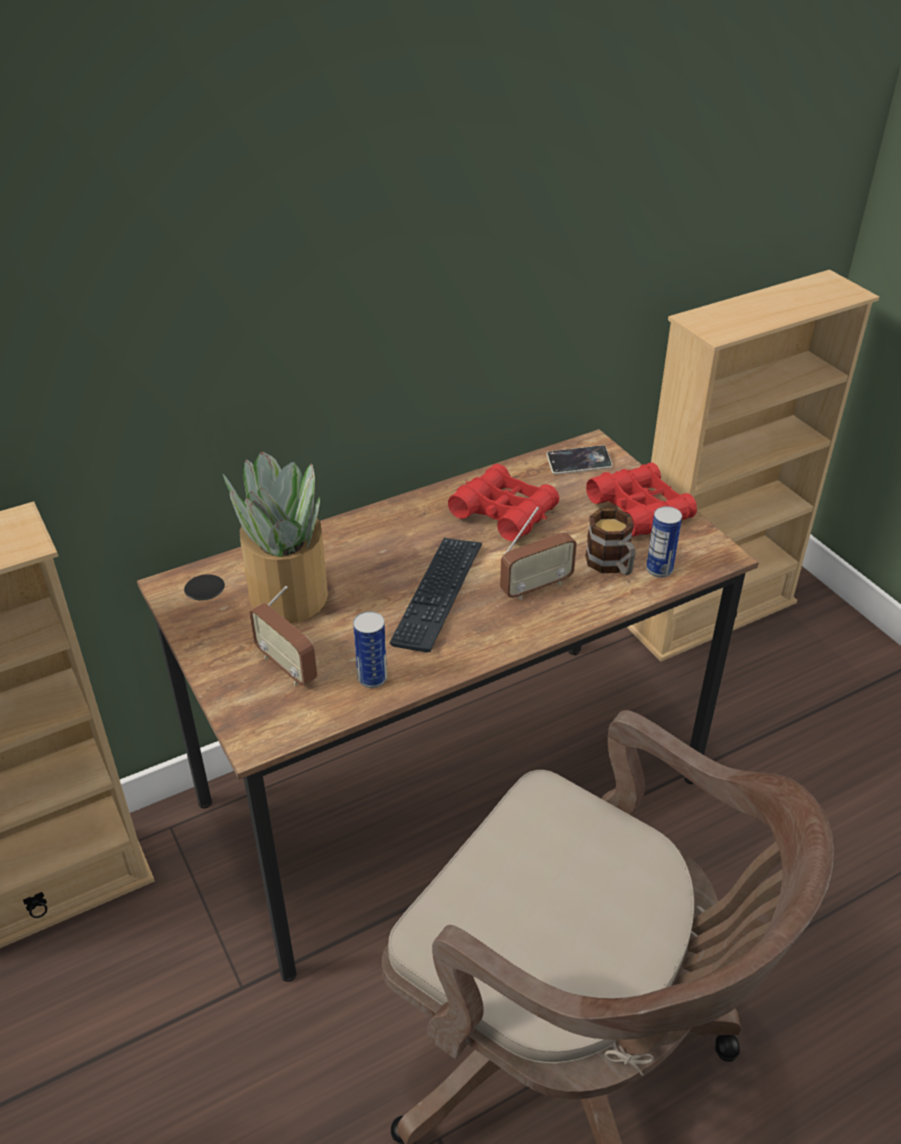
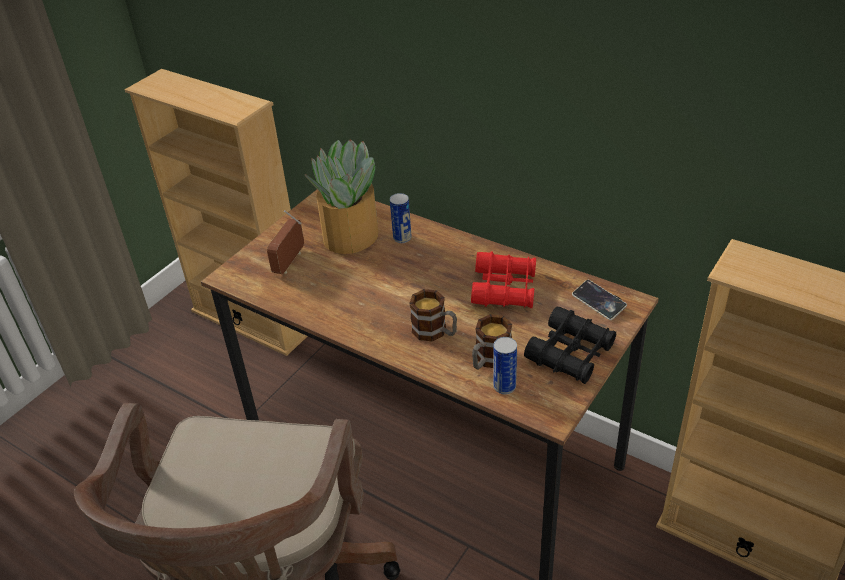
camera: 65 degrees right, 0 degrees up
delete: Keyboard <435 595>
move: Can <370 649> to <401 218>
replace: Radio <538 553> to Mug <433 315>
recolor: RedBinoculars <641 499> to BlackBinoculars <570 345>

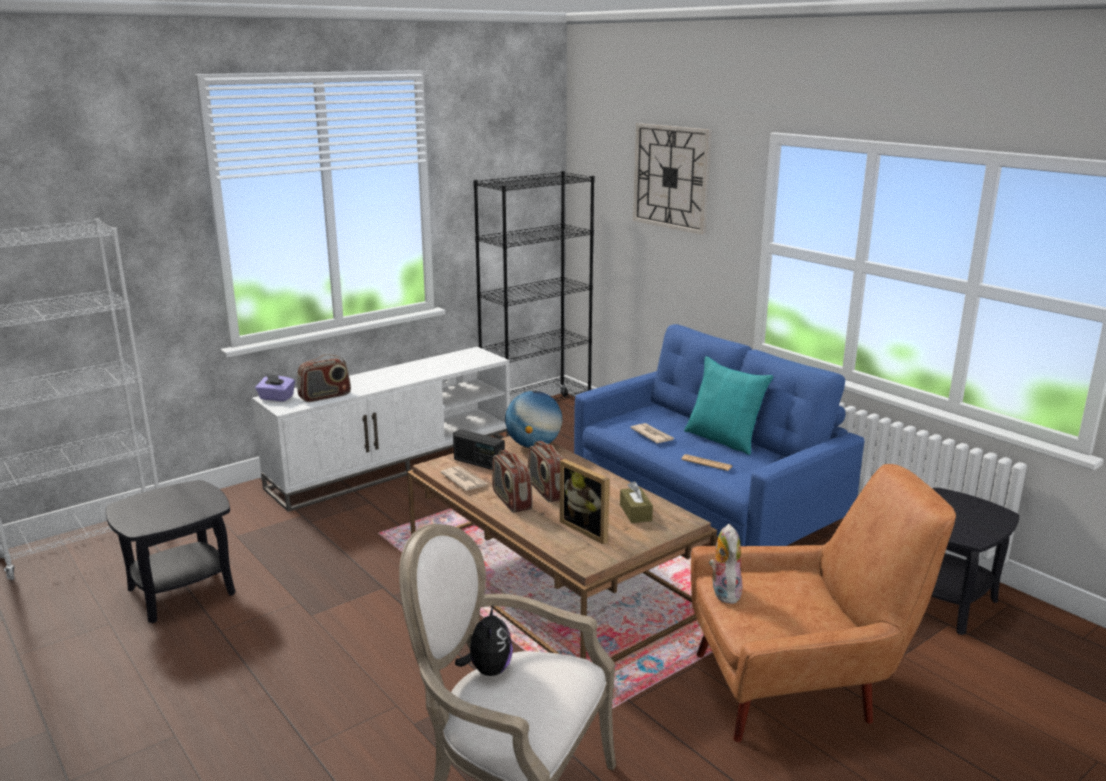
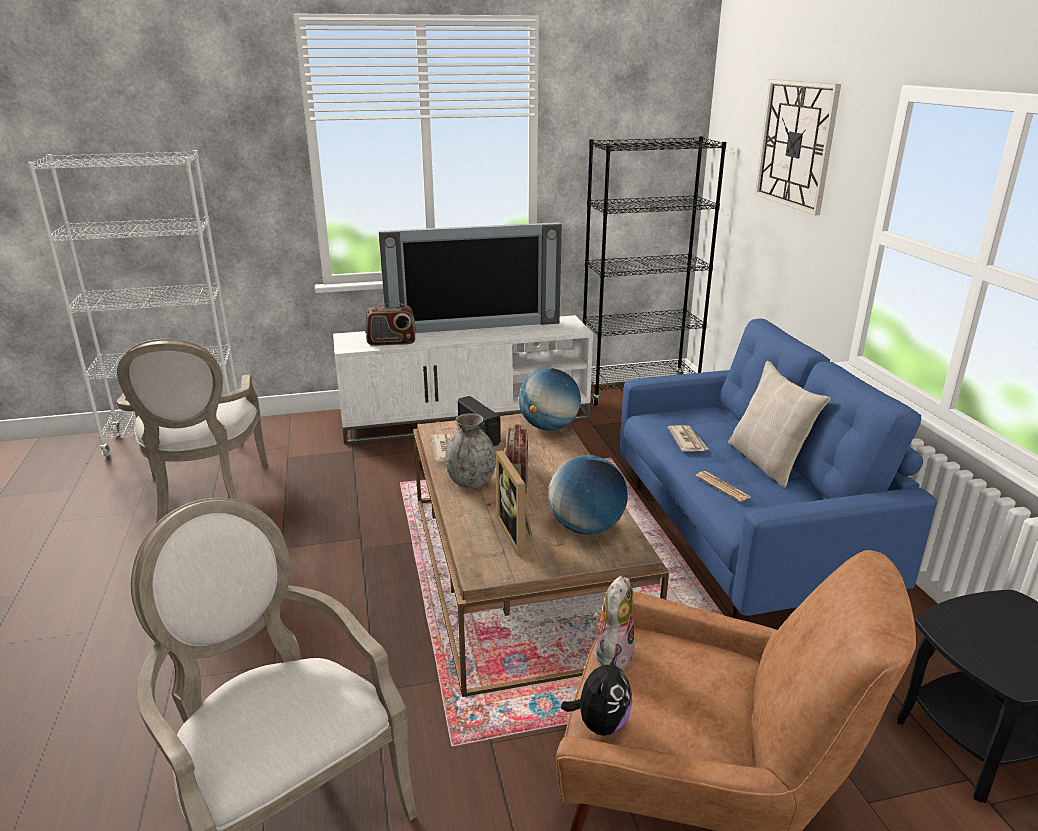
camera: 25 degrees right, 5 degrees up
delete: PurpleTissueBox <275 388>
insert: Television <470 277>
move: PlushToy <484 640> to <596 694>
replace: BlackSideTable <171 551> to Armchair <192 431>; Radio <512 481> to GreyVase <470 450>; BrownTissueBox <636 502> to Globe <588 495>
recolor: TurquoisePillow <728 405> to BeigePillow <779 424>

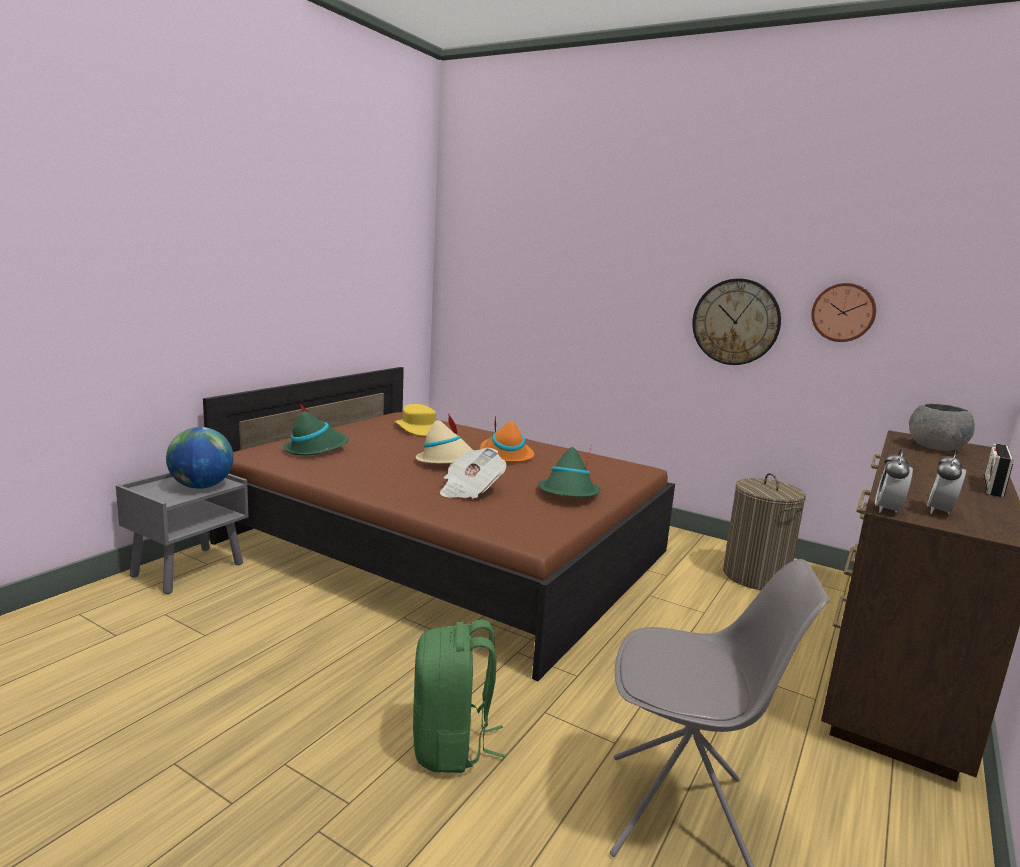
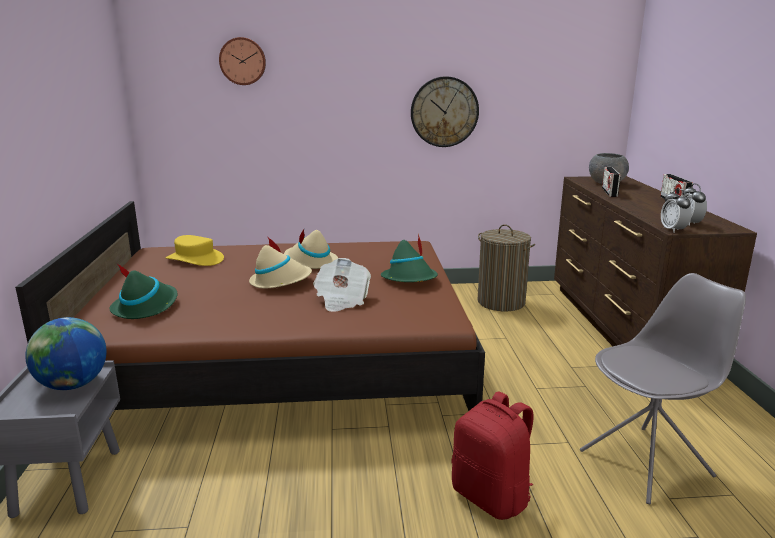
camera: 35 degrees left, 5 degrees up
insert: Radio <611 182>
move: WallClock <843 312> to <242 61>
recolor: GreenBackpack <459 696> to RedBackpack <493 456>; OrangeHat <507 439> to BeigeHat <311 249>

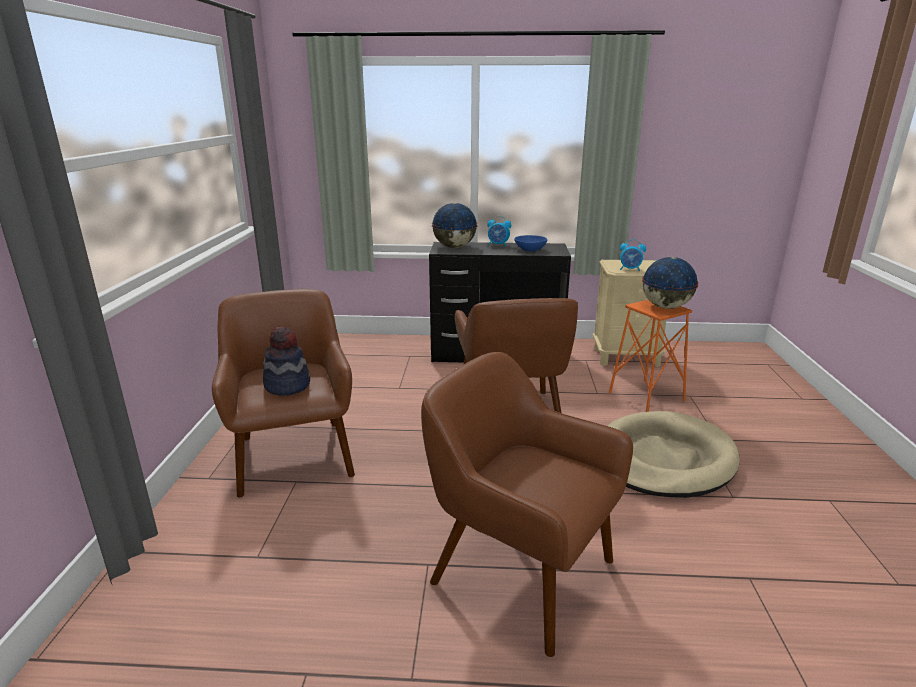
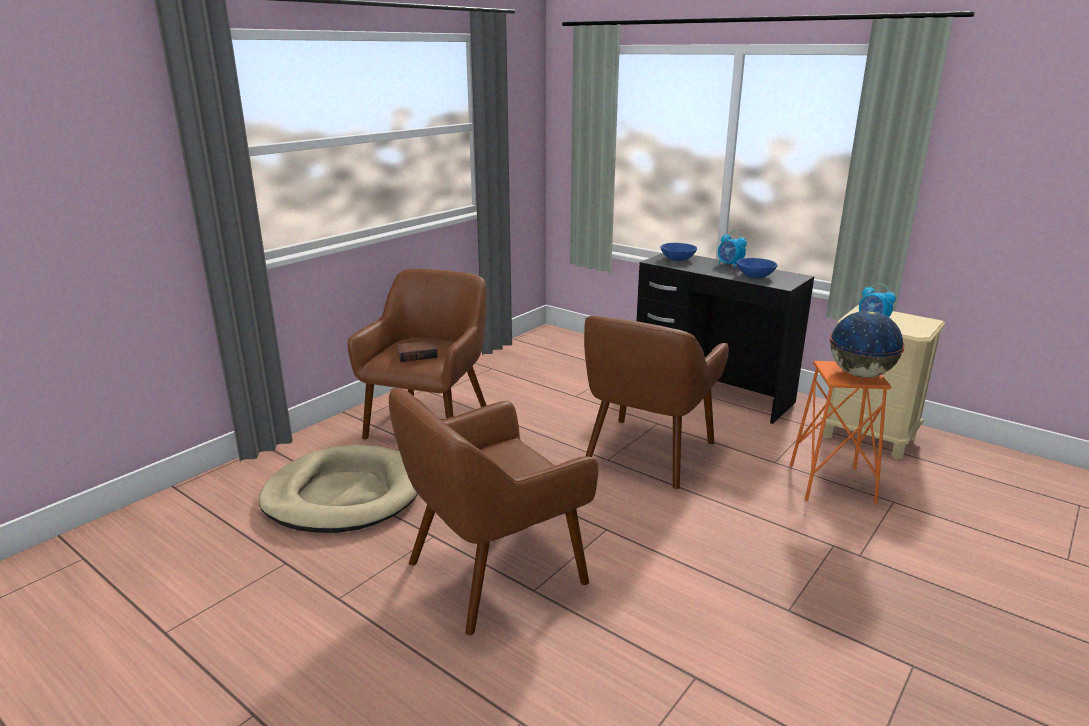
camera: 35 degrees right, 0 degrees up
move: BeigeDogBed <673 454> to <338 489>
replace: Hat <286 361> to Book <417 351>; Globe <455 225> to BlueBowl <679 252>
rotate: BrownArmchair <527 504> = <493 512> 105 degrees counterclockwise

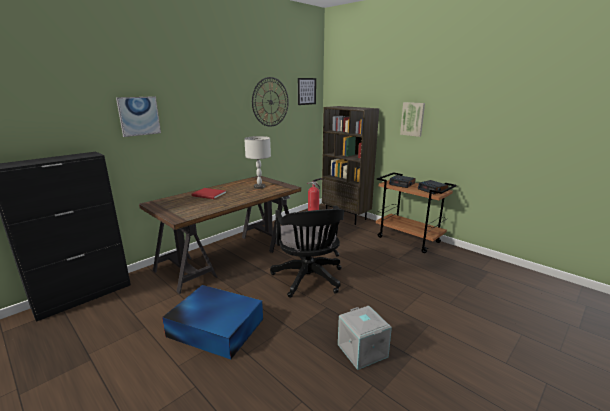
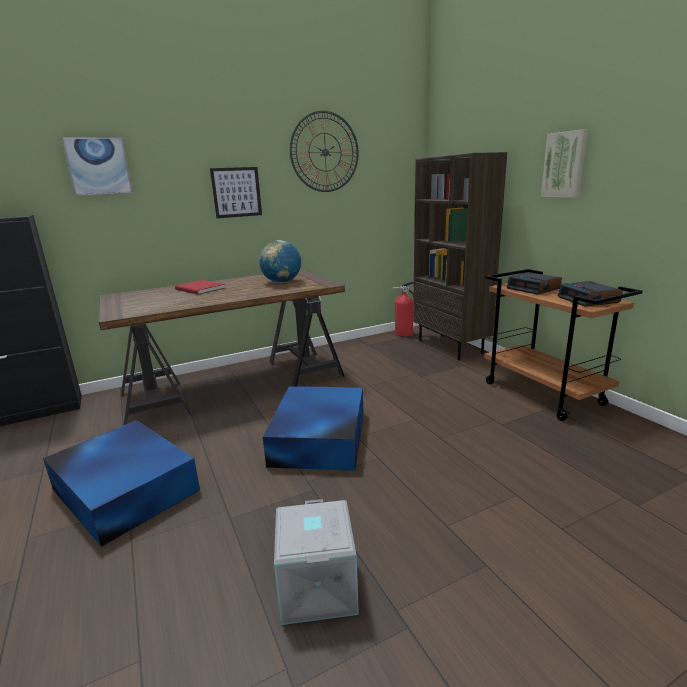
camera: 20 degrees right, 0 degrees up
move: Picture <307 91> to <236 192>
replace: GreyTableLamp <257 162> to Globe <280 261>; BlackOfficeChair <307 252> to BlueStorageBox <313 428>

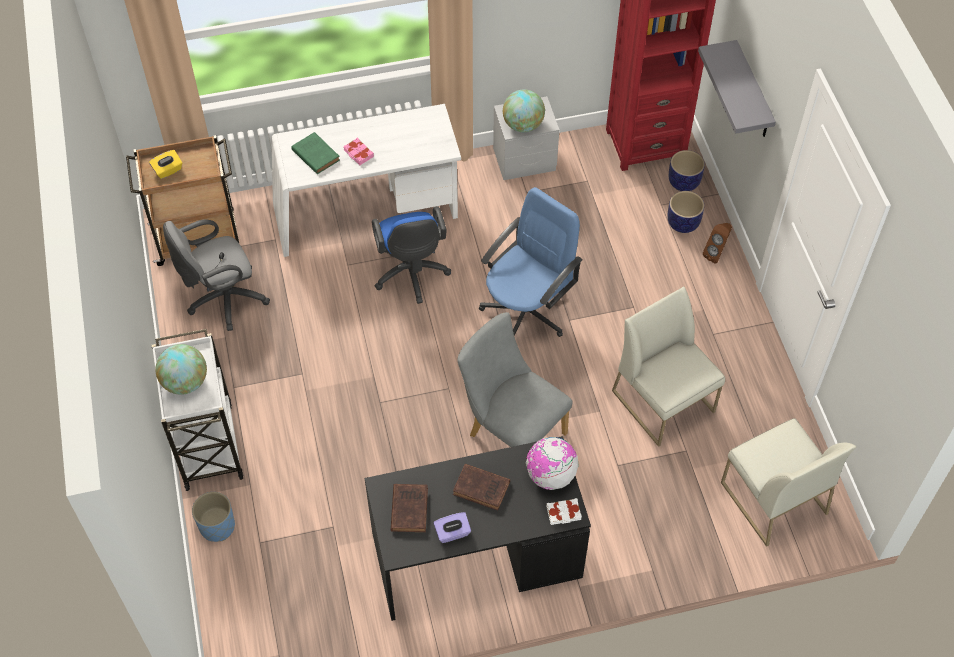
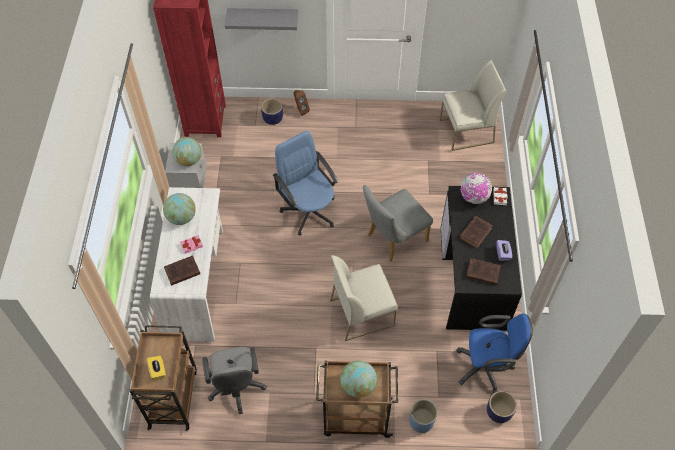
camera: 75 degrees left, 0 degrees up
insert: Globe <179 209>
move: BlueOfficeChair <411 255> to <494 353>; WhiteChair <668 366> to <364 298>; Planter <687 170> to <502 407>
recolor: WhiteCart <197 410> to BrownCart <357 399>; GreenBook <315 153> to BrownBook <182 270>

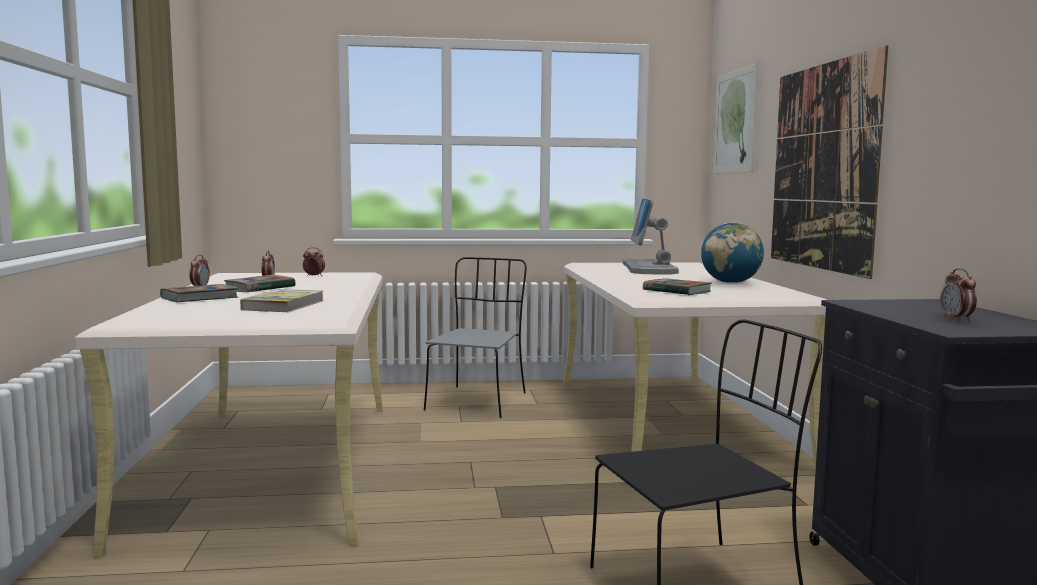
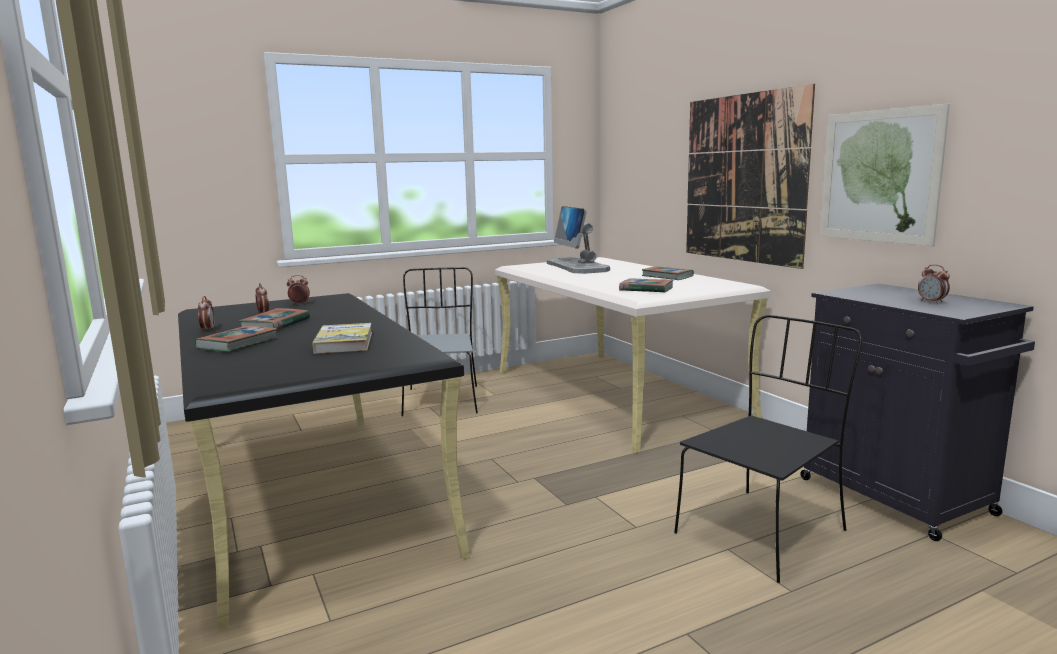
camera: 20 degrees left, 5 degrees up
move: Picture <736 117> to <885 175>
replace: Globe <732 253> to Book <668 273>
recolor: BeigeDesk <228 415> to BlackDesk <324 461>

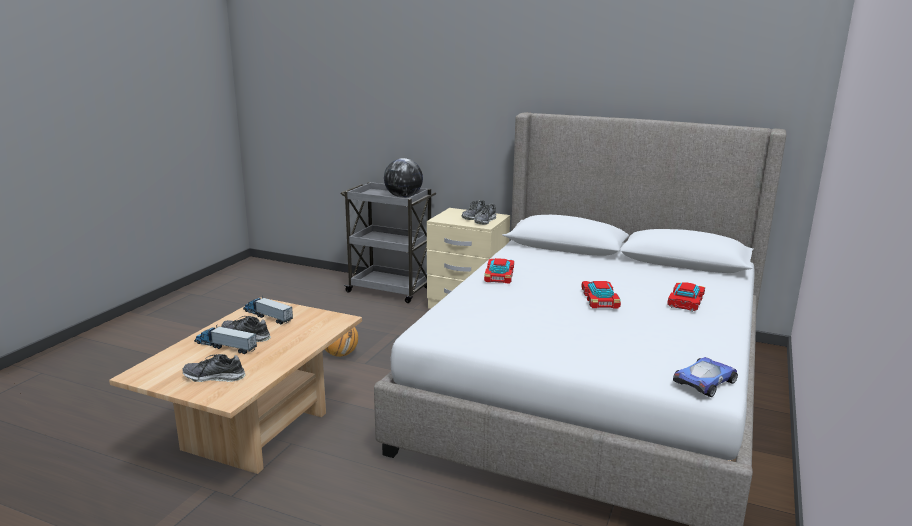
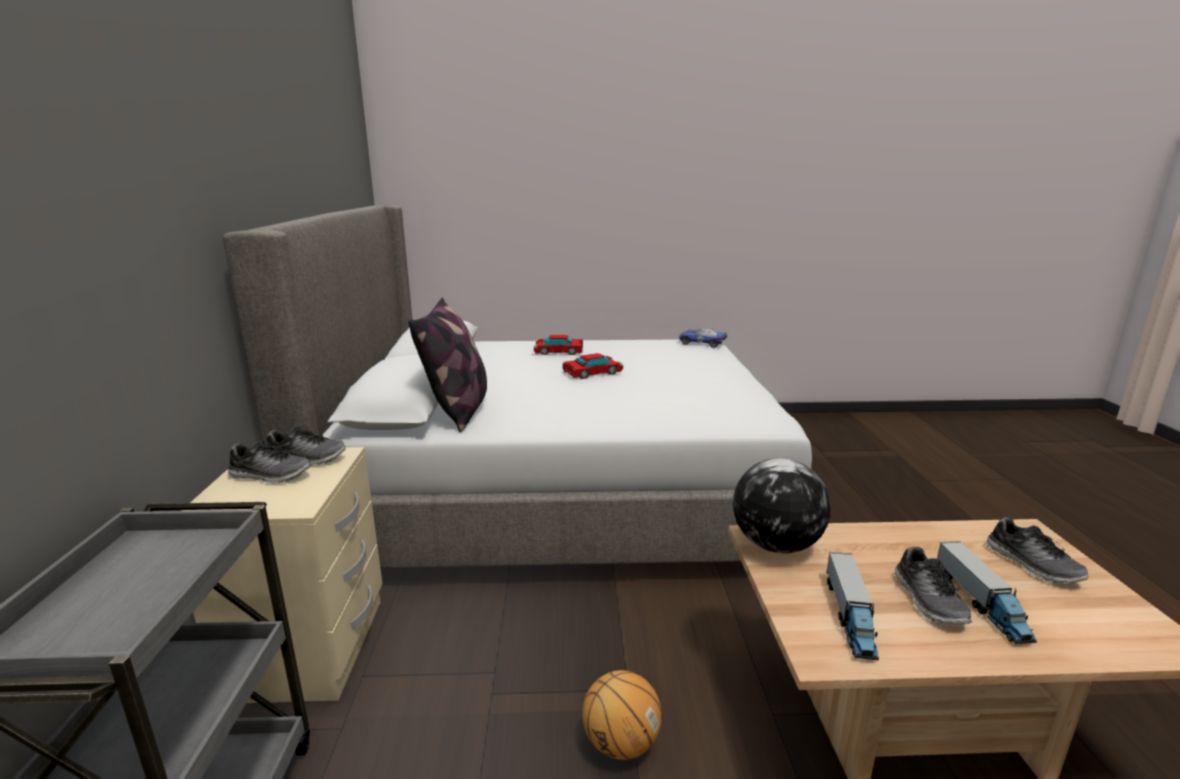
camera: 115 degrees left, 0 degrees up
delete: ToyCar <499 270>
insert: Pillow <447 365>
move: Globe <403 178> to <782 506>

